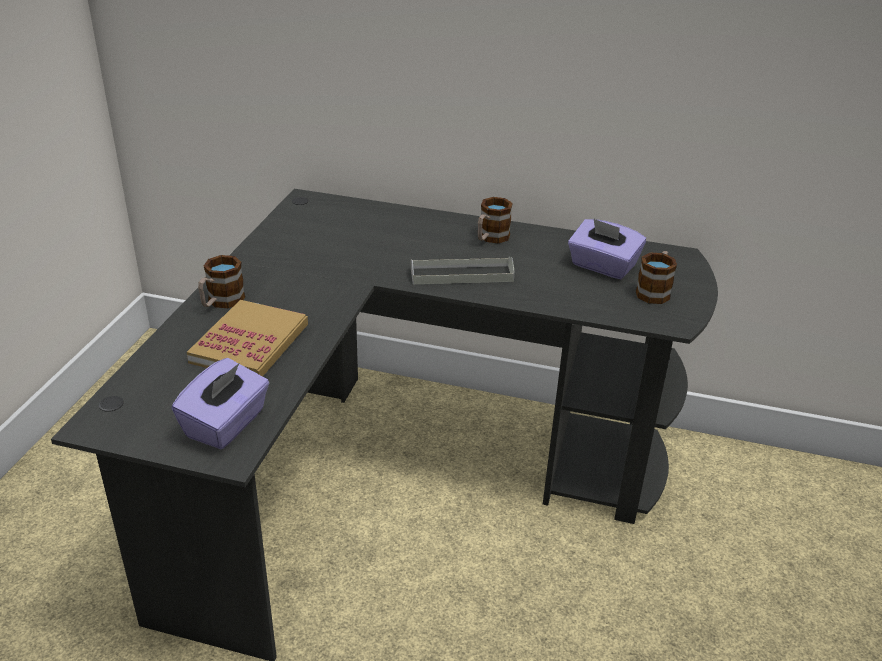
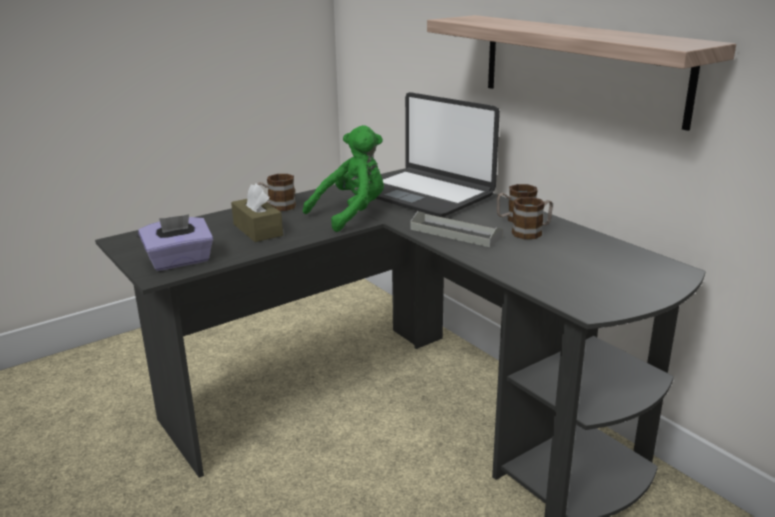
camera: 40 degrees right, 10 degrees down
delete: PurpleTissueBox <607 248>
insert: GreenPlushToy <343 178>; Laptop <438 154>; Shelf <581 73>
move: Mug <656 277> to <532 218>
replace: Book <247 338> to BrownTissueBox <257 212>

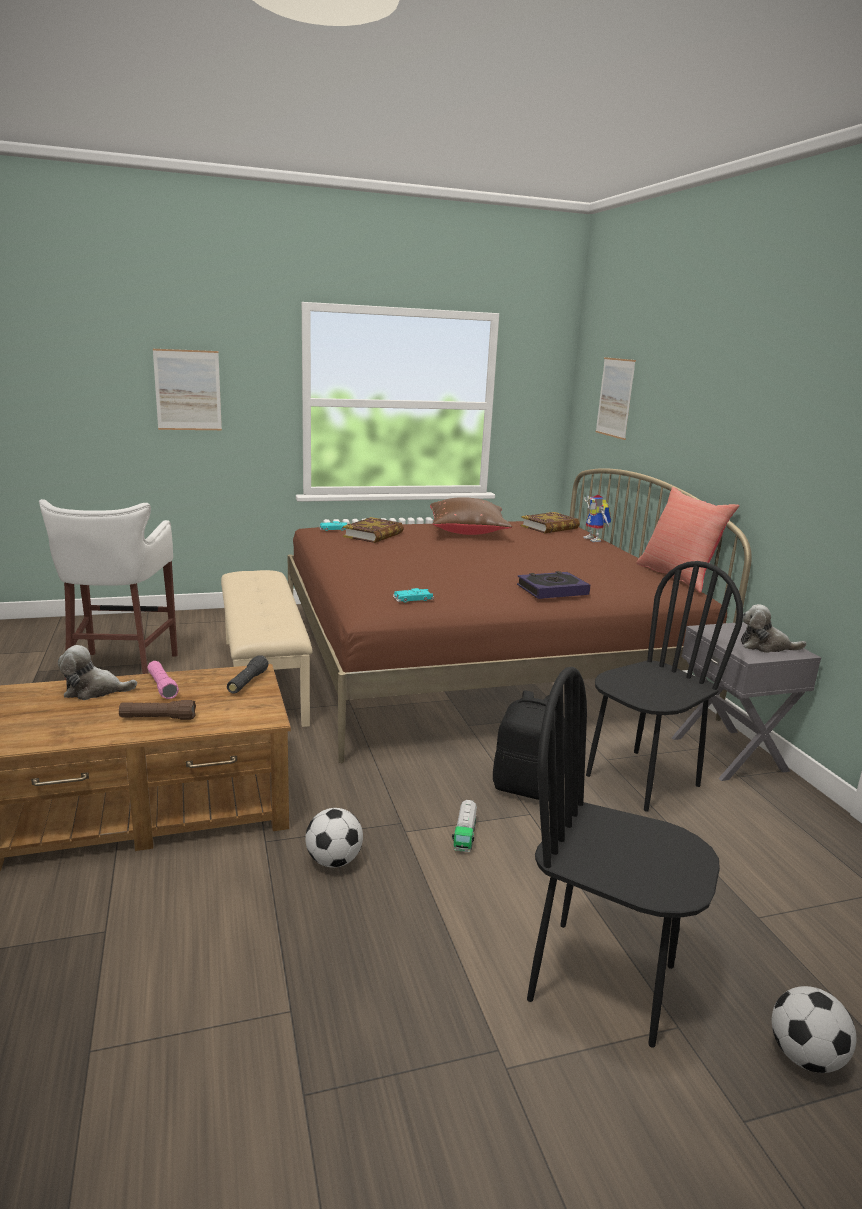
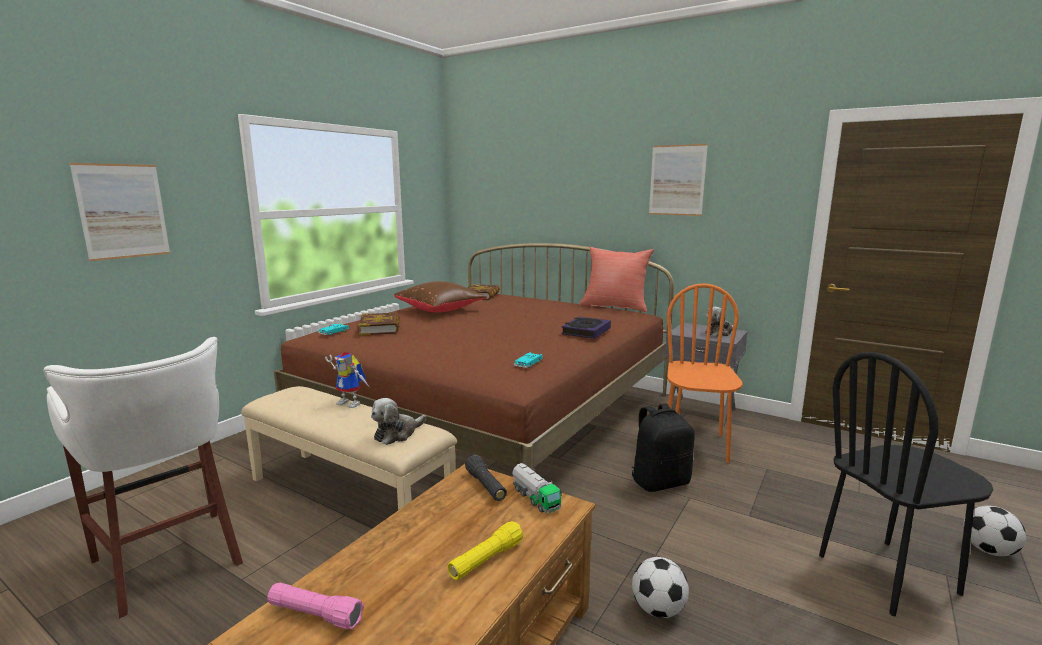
camera: 40 degrees left, 5 degrees down
move: PlushToy <97 672> to <398 421>; PinkFlashlight <163 680> to <315 606>; ToyTruck <464 826> to <537 488>; ToyRobot <597 518> to <347 380>; Picture <616 398> to <678 180>
recolor: BrownFlashlight <157 710> to YellowFlashlight <485 550>; BlackChair <664 686> to OrangeChair <705 373>

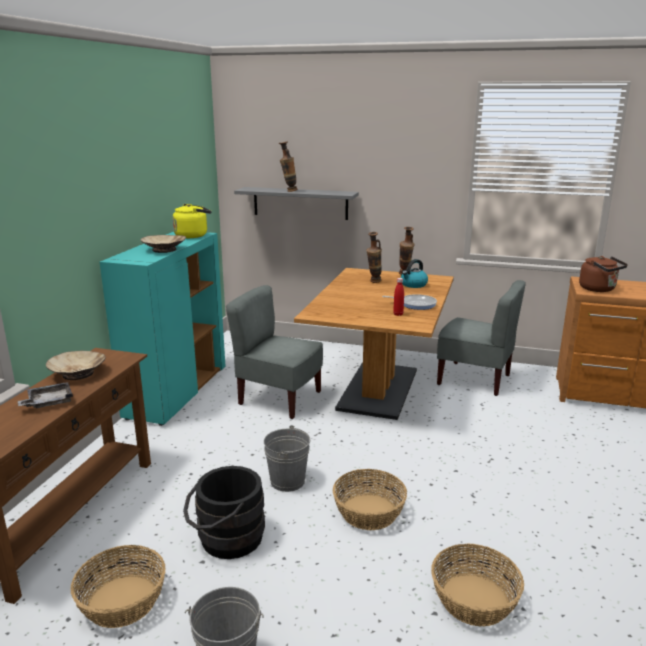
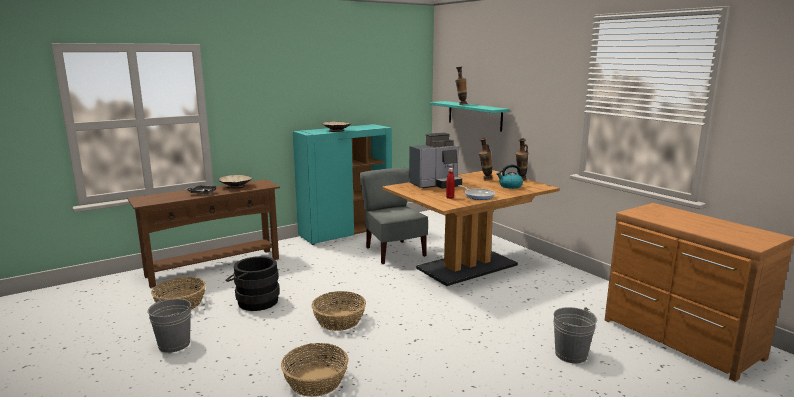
camera: 40 degrees right, 5 degrees down
delete: YellowKettle <192 221>; GreyChair <481 338>; BrownKettle <603 274>
insert: CoffeeMachine <435 160>
move: GreyBucket <287 458> to <575 335>
recolor: GreyShelf <296 203> to TurquoiseShelf <470 116>

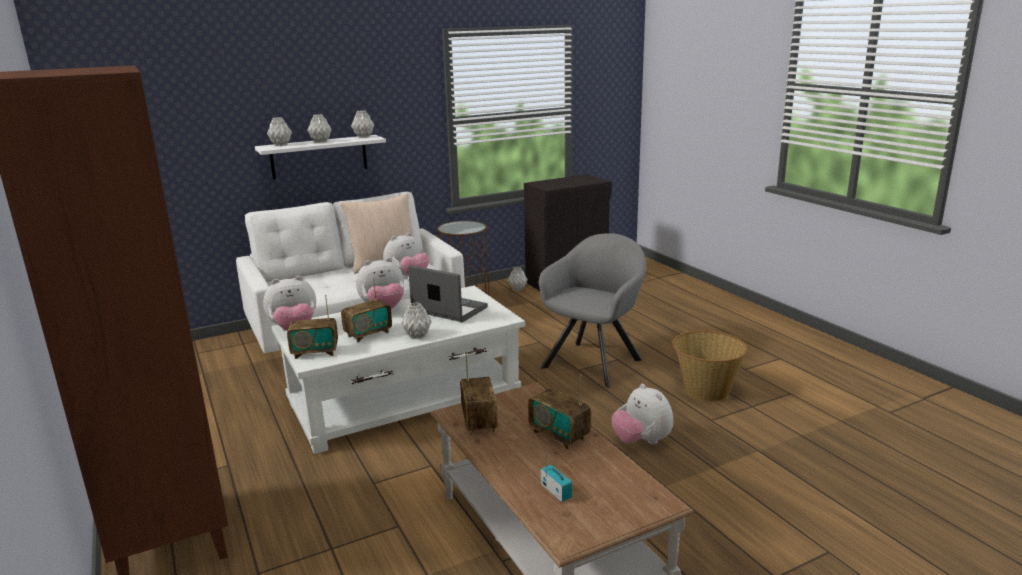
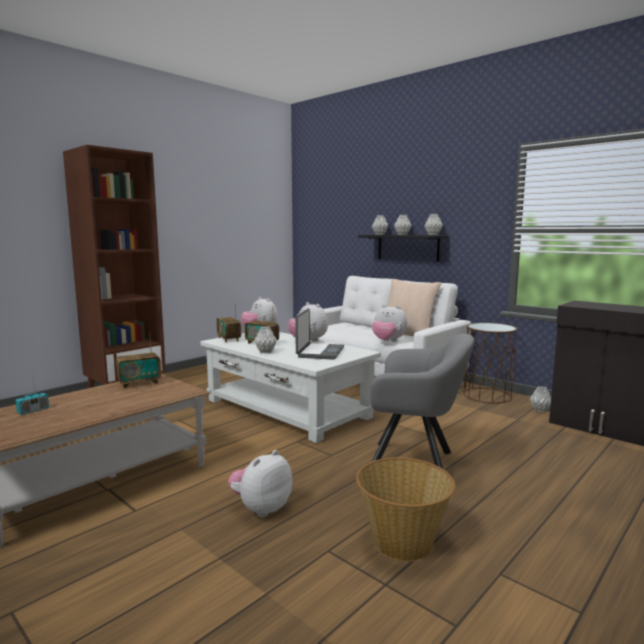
camera: 70 degrees right, 10 degrees down
delete: Radio <560 412>
recolor: WhiteShelf <320 157> to BlackShelf <403 248>

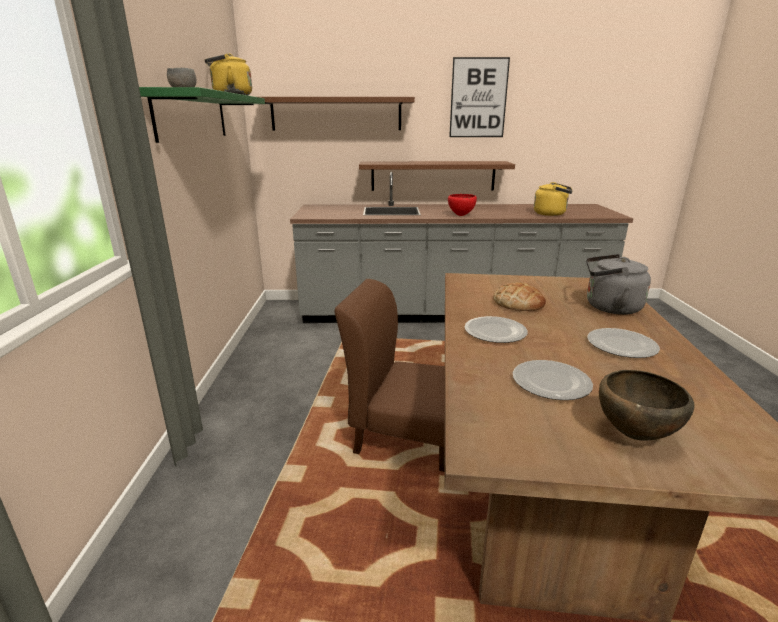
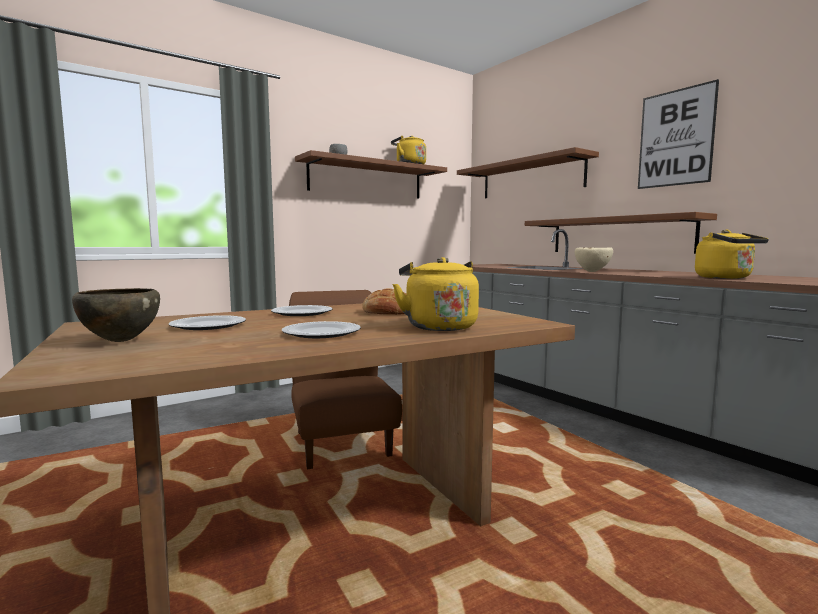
camera: 55 degrees right, 15 degrees down
recolor: GreenShelf <202 115> to BrownShelf <371 174>; RedBowl <462 205> to BeigeBowl <594 260>; GreyKettle <618 284> to YellowKettle <435 294>

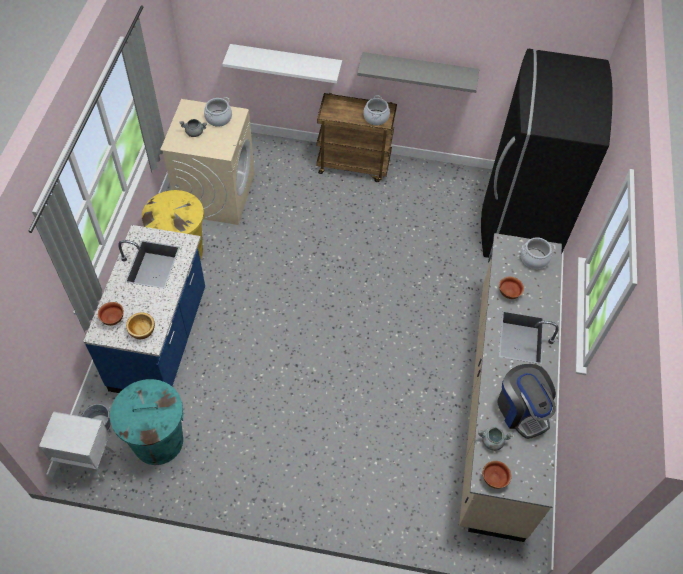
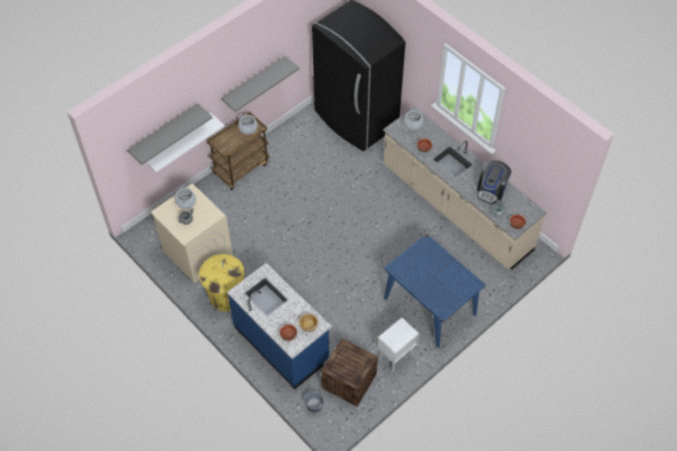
camera: 50 degrees left, 0 degrees up
insert: GreyShelf <169 134>; BlueDiningTable <435 290>
move: WhiteNightstand <77 446> to <398 345>
replace: TurquoiseTrashCan <146 422> to Crate <349 372>
rotate: CoffeeMachine <527 401> = <494 182> 105 degrees clockwise

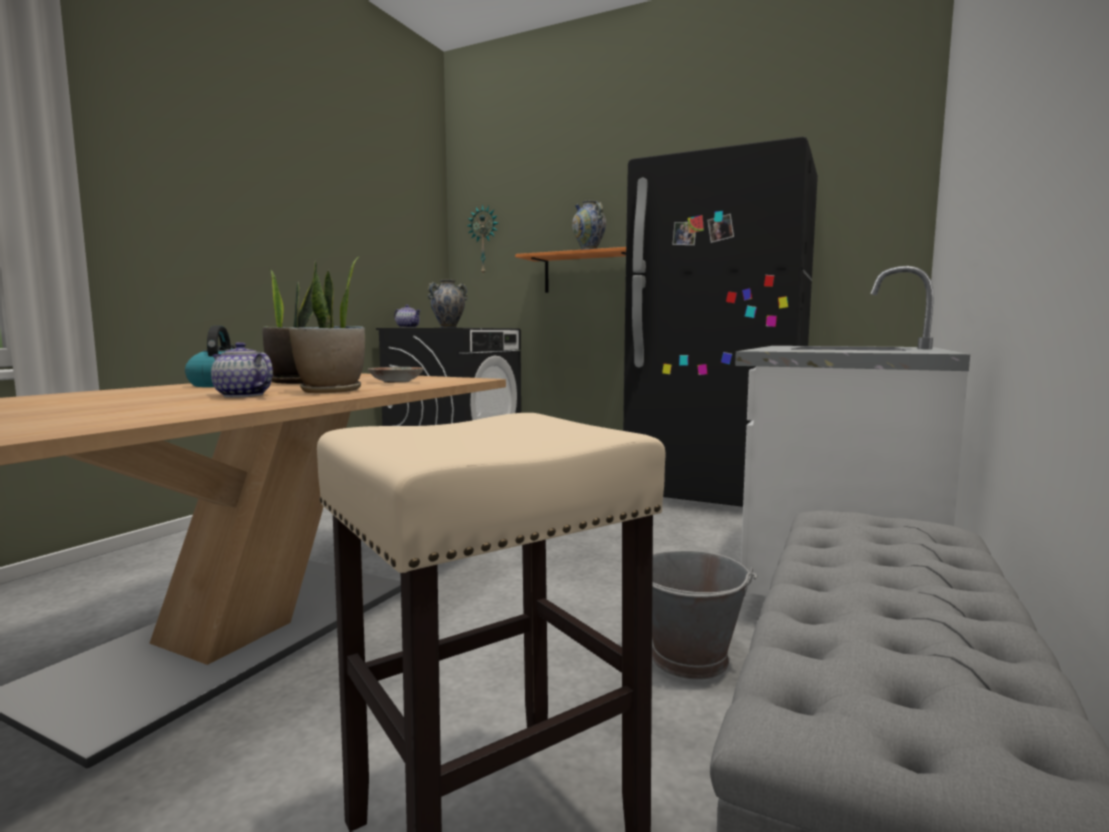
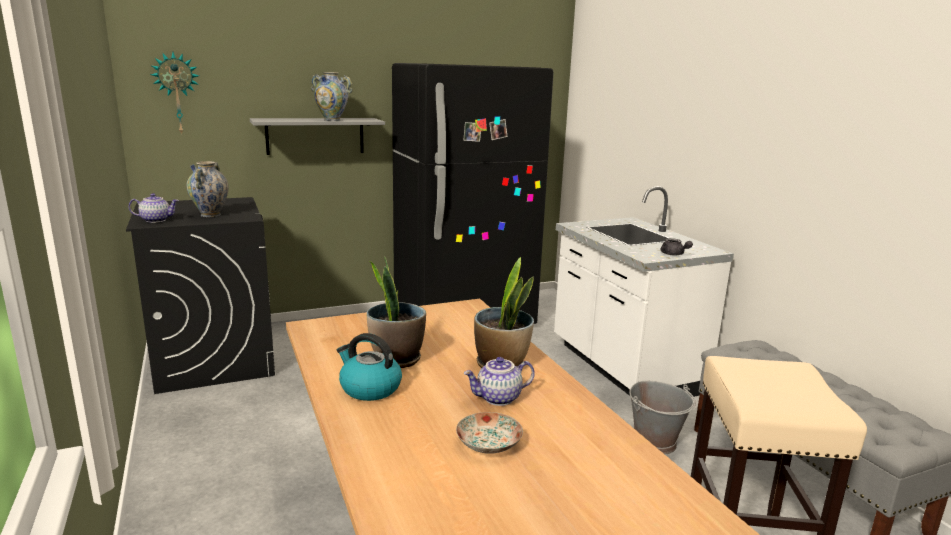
camera: 50 degrees left, 10 degrees up
insert: GreyTeapot <676 246>
move: Plate <396 375> to <489 433>
recolor: OrangeShelf <570 270> to GreyShelf <317 136>

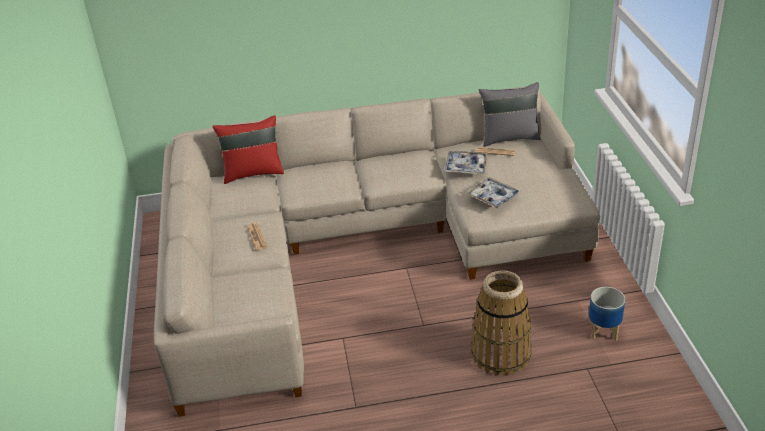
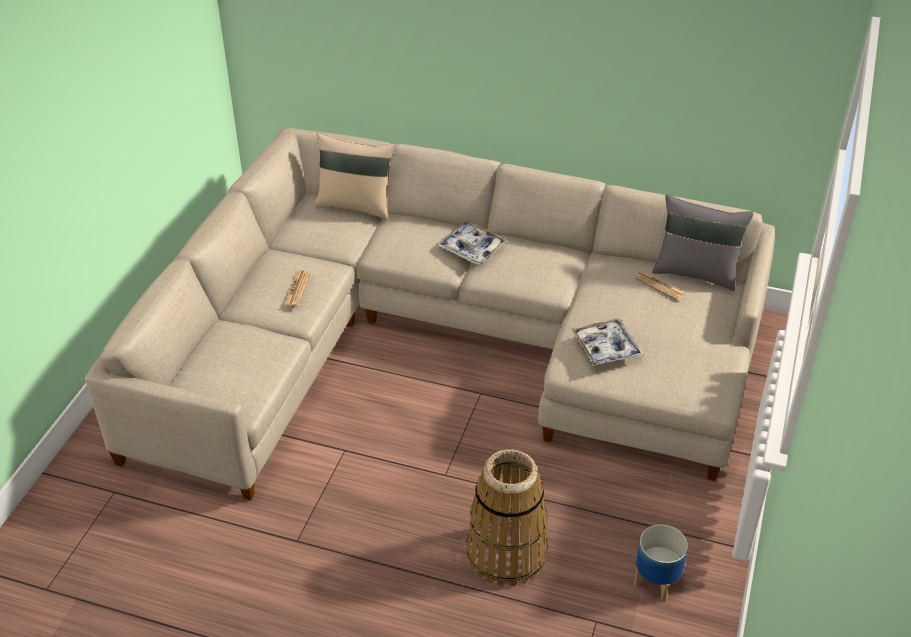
camera: 25 degrees right, 5 degrees up
move: Tray <466 162> to <472 242>
recolor: RedPillow <248 149> to BeigePillow <354 176>

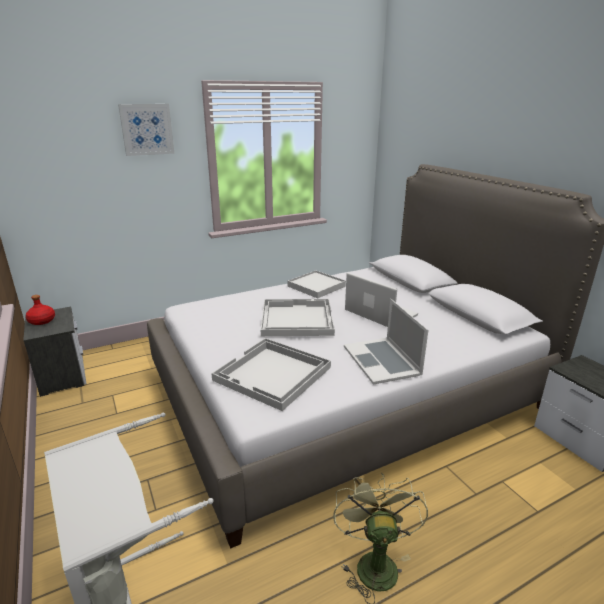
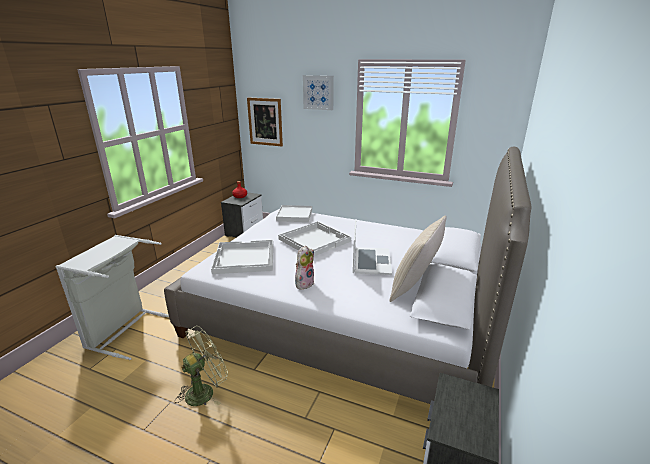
camera: 50 degrees right, 0 degrees up
insert: Picture <265 121>; BeigePillow <418 258>
move: WhiteTray <317 284> to <294 213>
replace: Laptop <386 342> to PlushToy <304 267>

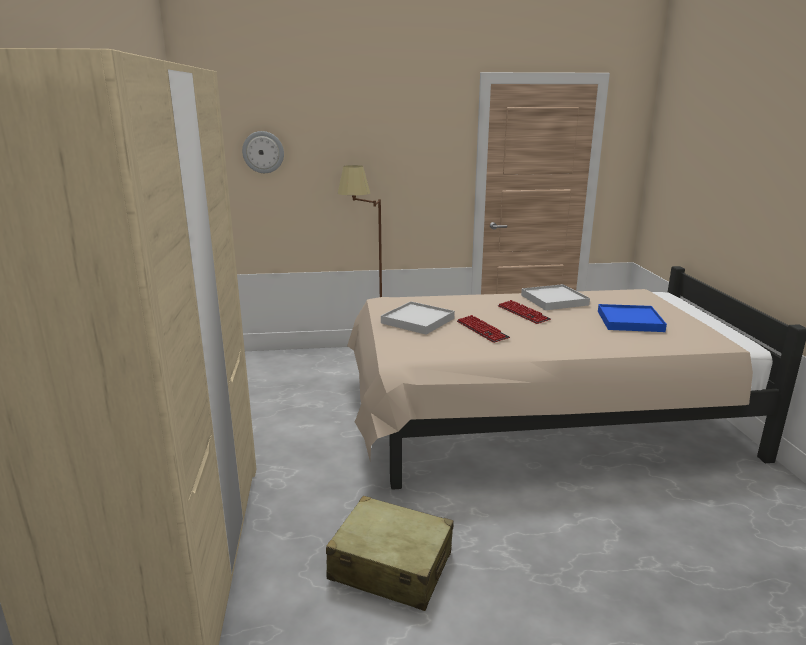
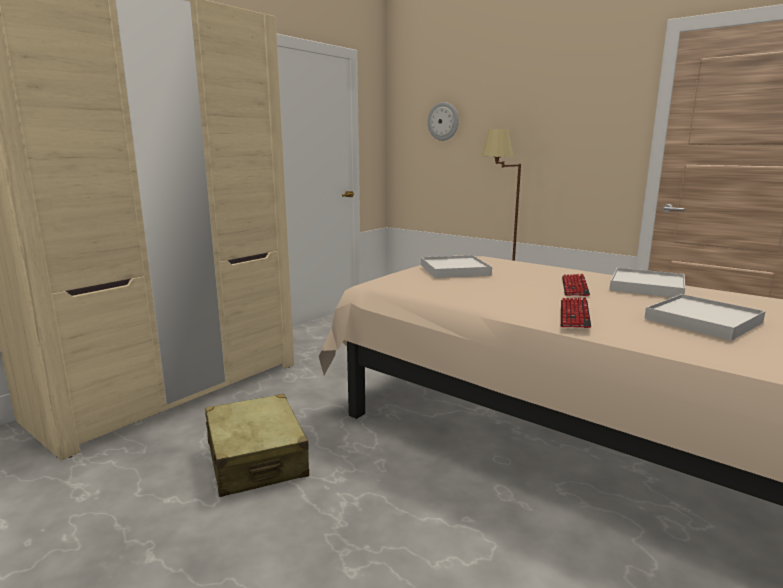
camera: 45 degrees right, 5 degrees down
move: Keyboard <483 329> to <576 312>
recolor: BlueTray <632 318> to WhiteTray <705 317>

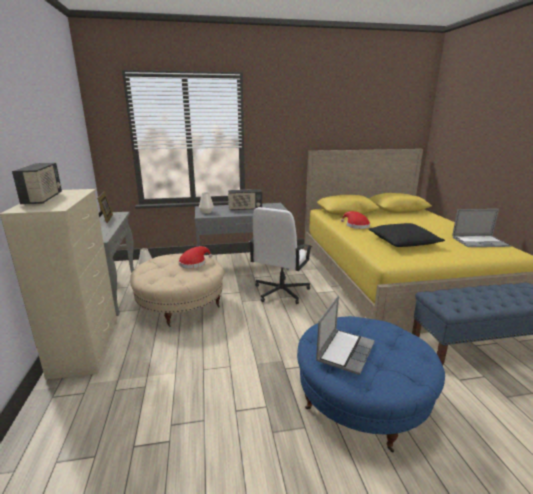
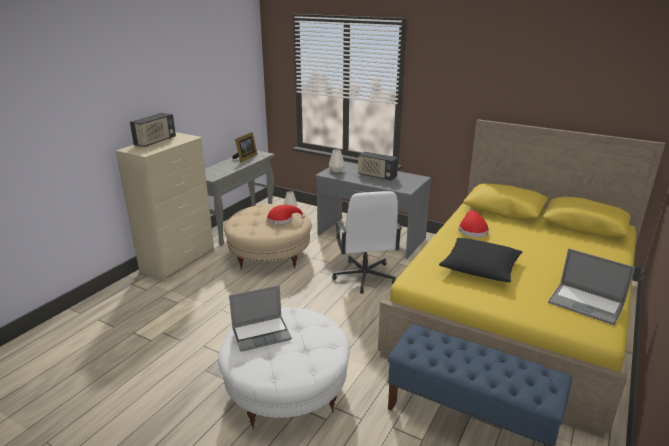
camera: 40 degrees right, 5 degrees up
recolor: BlueOttoman <371 384> to WhiteOttoman <284 368>
rotate: WhiteOfficeChair <280 255> = <367 242> 75 degrees counterclockwise

